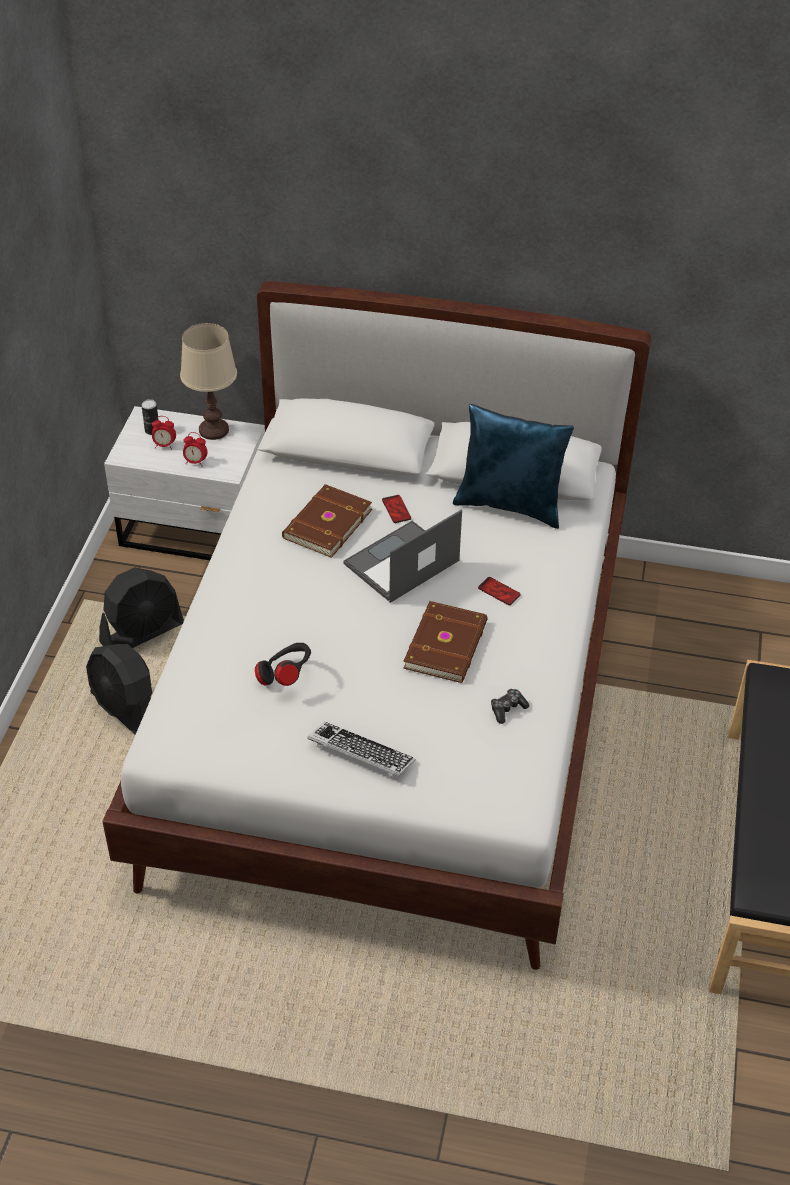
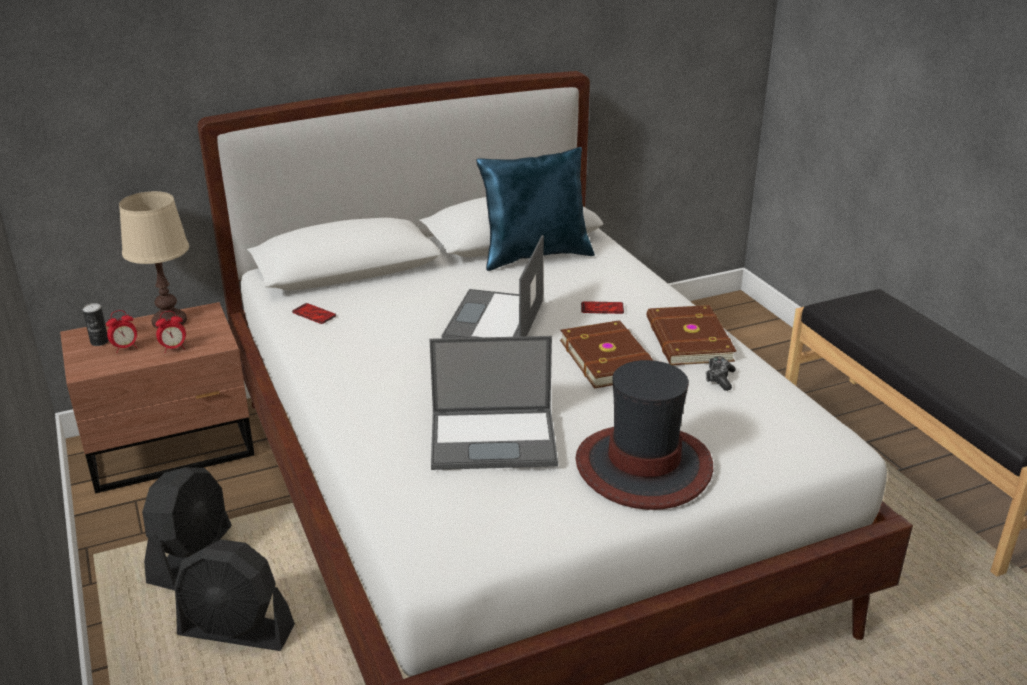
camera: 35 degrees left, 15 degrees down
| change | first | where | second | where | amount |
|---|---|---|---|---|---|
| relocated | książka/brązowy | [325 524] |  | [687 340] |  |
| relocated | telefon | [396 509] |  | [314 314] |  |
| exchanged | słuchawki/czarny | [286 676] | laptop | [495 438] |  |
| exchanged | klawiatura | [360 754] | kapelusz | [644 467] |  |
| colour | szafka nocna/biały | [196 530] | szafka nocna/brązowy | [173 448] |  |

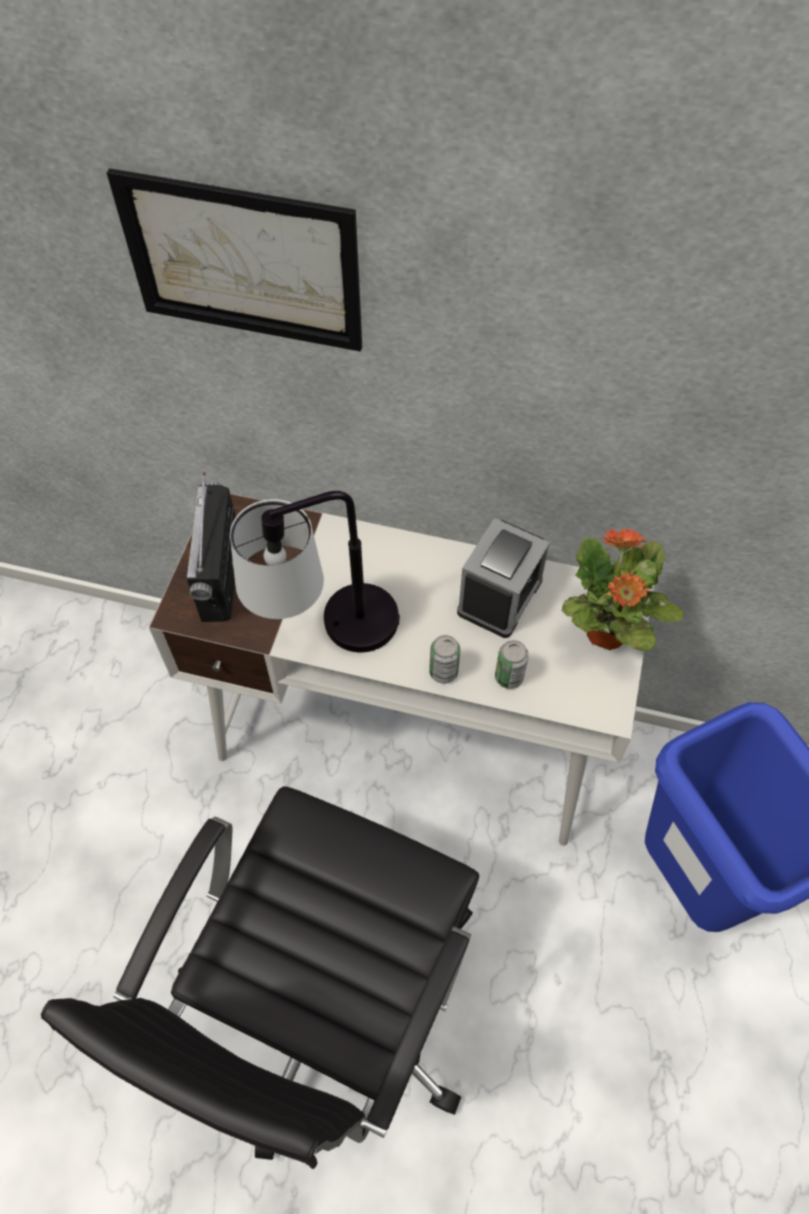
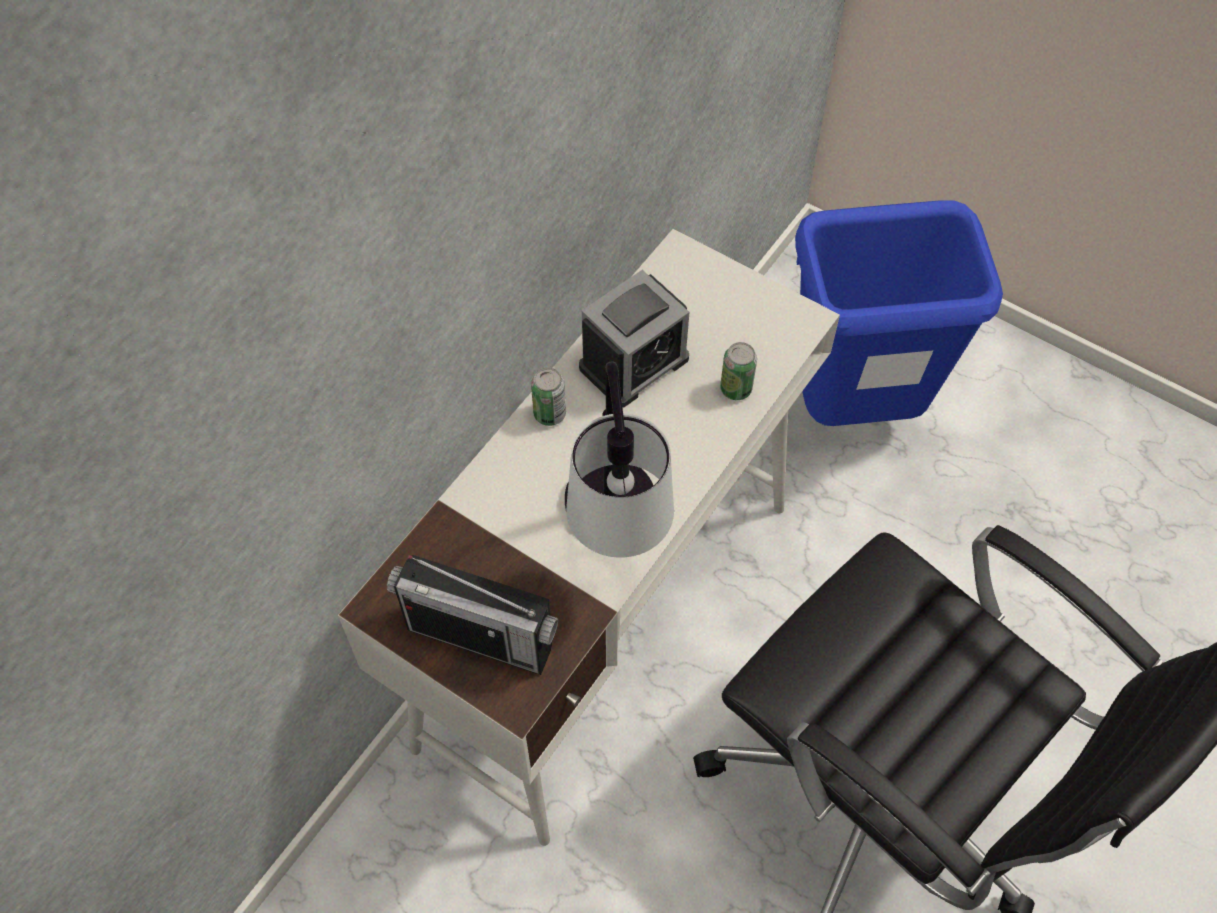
camera: 70 degrees left, 0 degrees up
| change | first | where | second | where | amount |
|---|---|---|---|---|---|
| missing | obraz | [243 262] |  |  |  |
| missing | roślina doniczkowa | [605 634] |  |  |  |
| relocated | puszka | [443 672] |  | [549 414] |  |
| spun | budzik | [499 596] |  | [634 363] | 90 degrees clockwise |

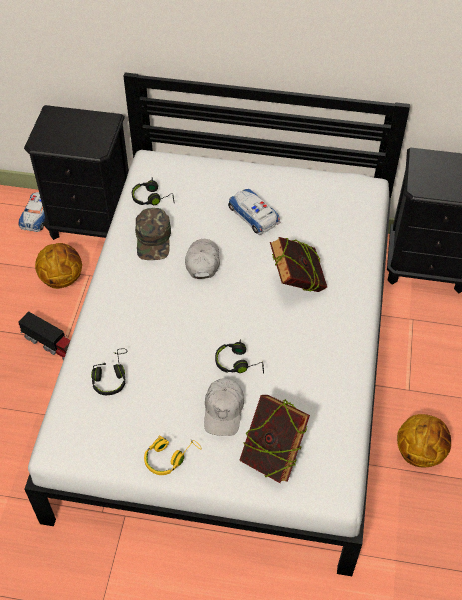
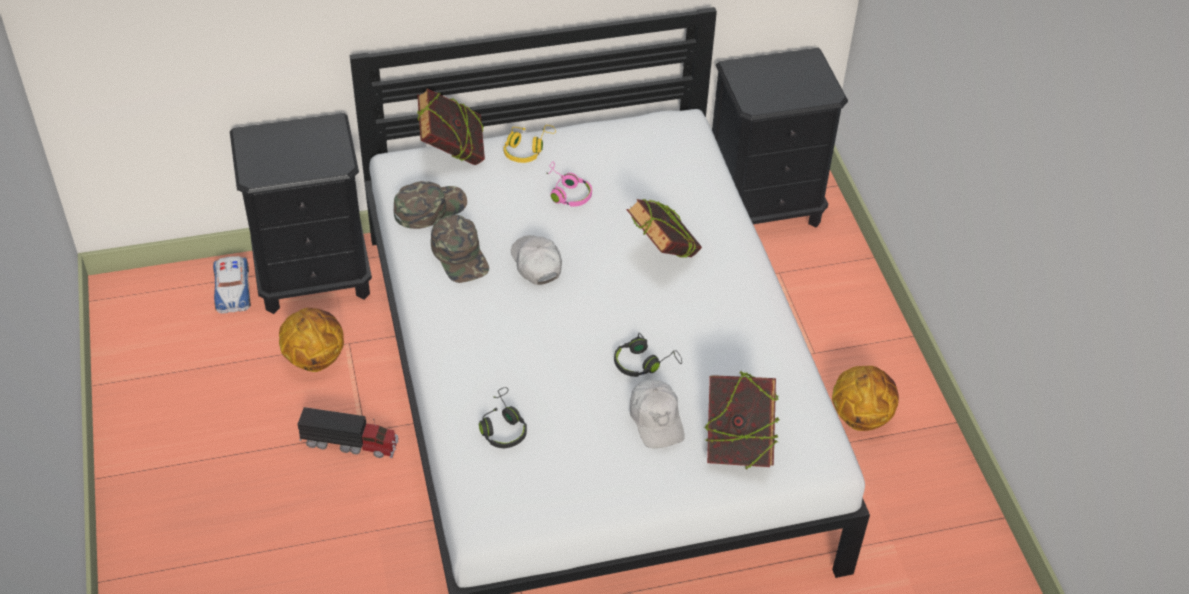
camera: 25 degrees left, 5 degrees down
| change | first | where | second | where | amount |
|---|---|---|---|---|---|
| appeared |  |  | książka | [452 154] |  |
| relocated | słuchawki/żółty | [170 457] |  | [527 149] |  |
| exchanged | słuchawki/czarny | [152 198] | czapka z daszkiem/zielony | [429 208] |  |
| exchanged | samochodzik | [253 215] | słuchawki/różowy | [566 192] |  |

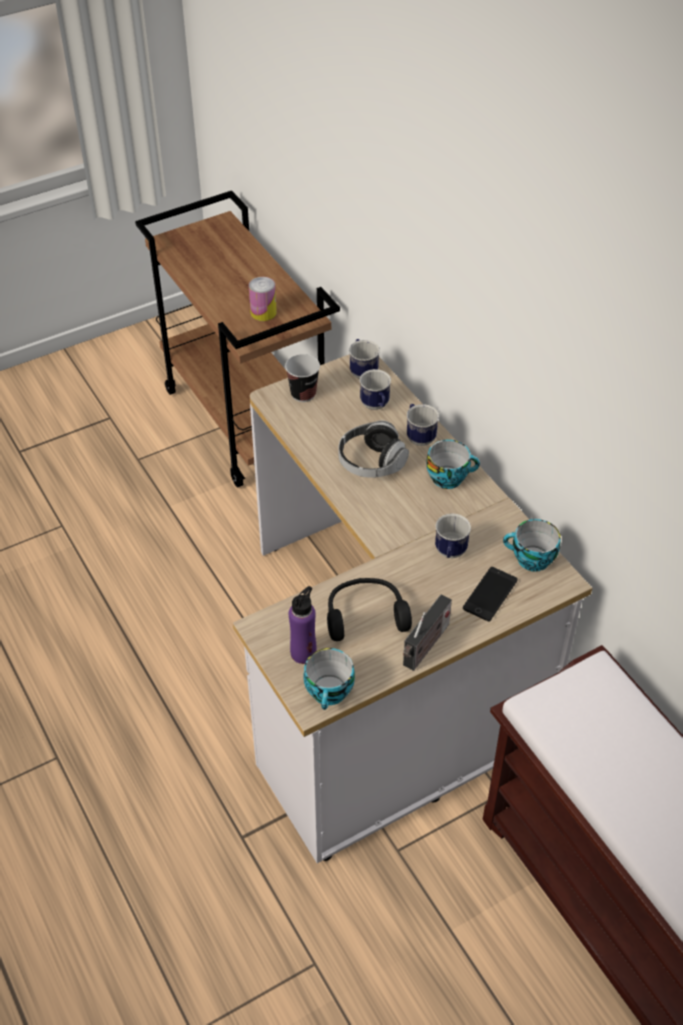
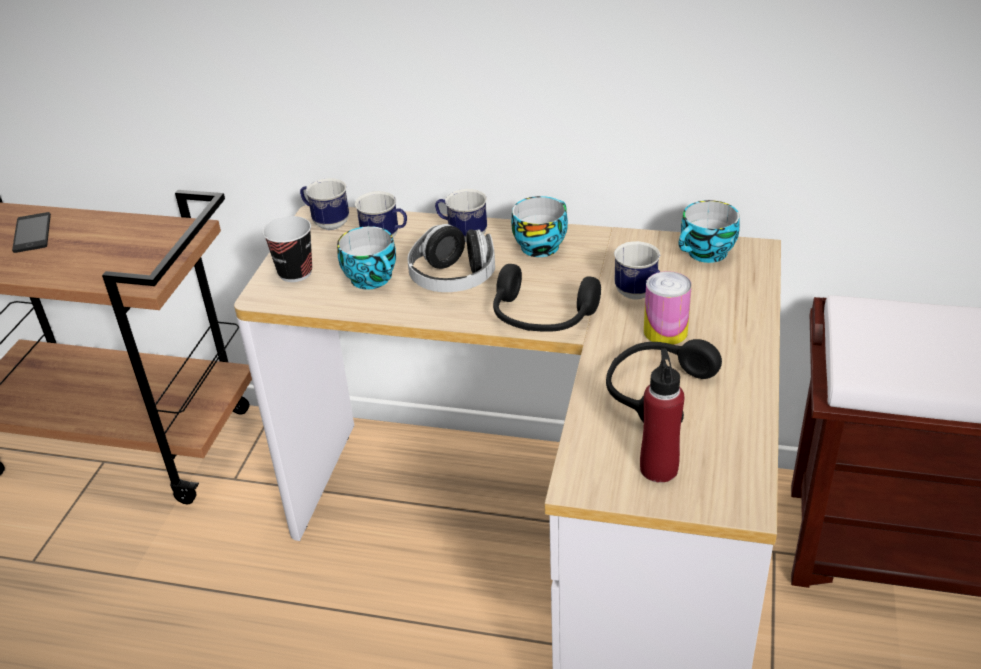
camera: 45 degrees left, 10 degrees down
| change | first | where | second | where | amount |
|---|---|---|---|---|---|
| missing | radio | [425 647] |  |  |  |
| appeared |  |  | słuchawki/czarny | [541 318] |  |
| relocated | puszka | [263 312] |  | [665 331] |  |
| relocated | filiżanka | [330 693] |  | [373 279] |  |
| relocated | telefon | [490 594] |  | [32 233] |  |
| colour | butelka/fioletowy | [303 653] | butelka/czerwony | [659 468] |  |

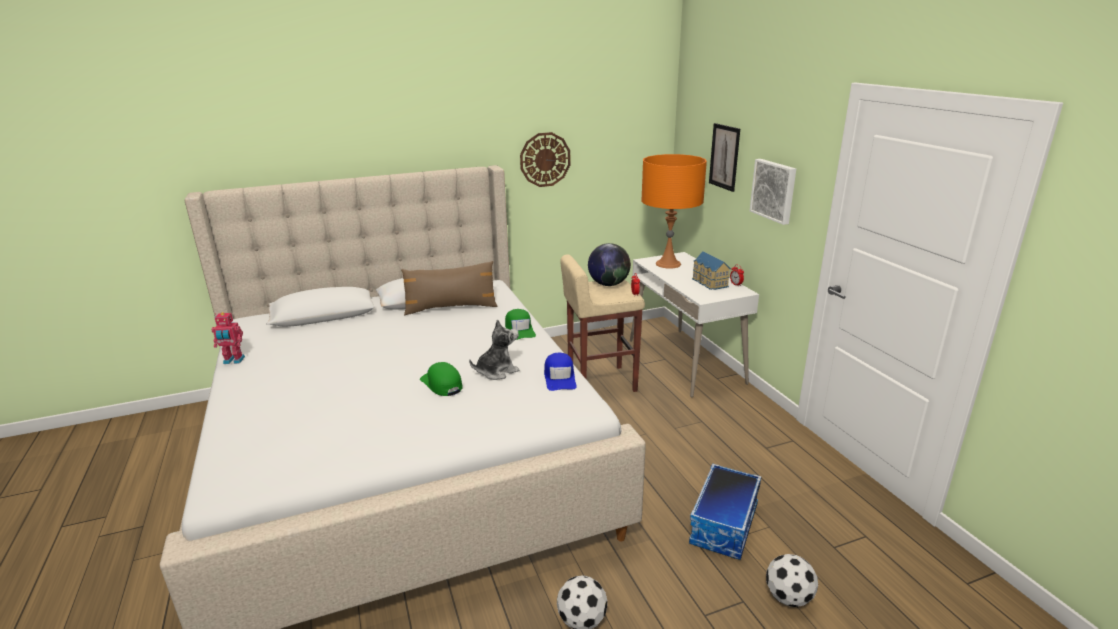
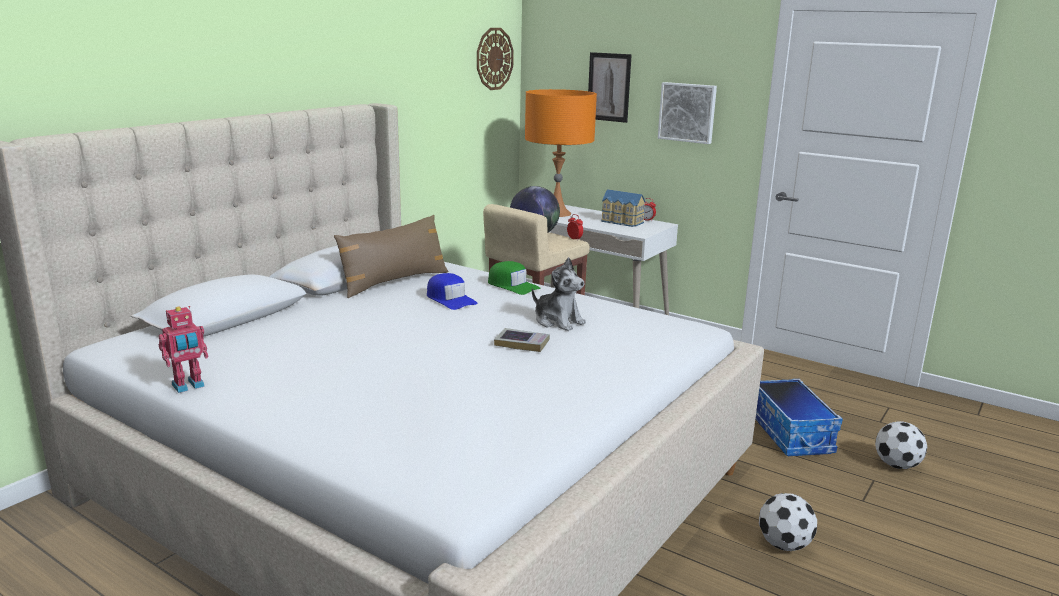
camera: 35 degrees left, 5 degrees down
| change | first | where | second | where | amount |
|---|---|---|---|---|---|
| relocated | zegar ścienny | [545 159] |  | [494 59] |  |
| relocated | czapka z daszkiem/niebieski | [560 377] |  | [450 299] |  |
| exchanged | czapka z daszkiem/zielony | [441 384] | książka | [522 343] |  |
| spun | pluszak | [496 371] |  | [558 321] | 105 degrees clockwise |

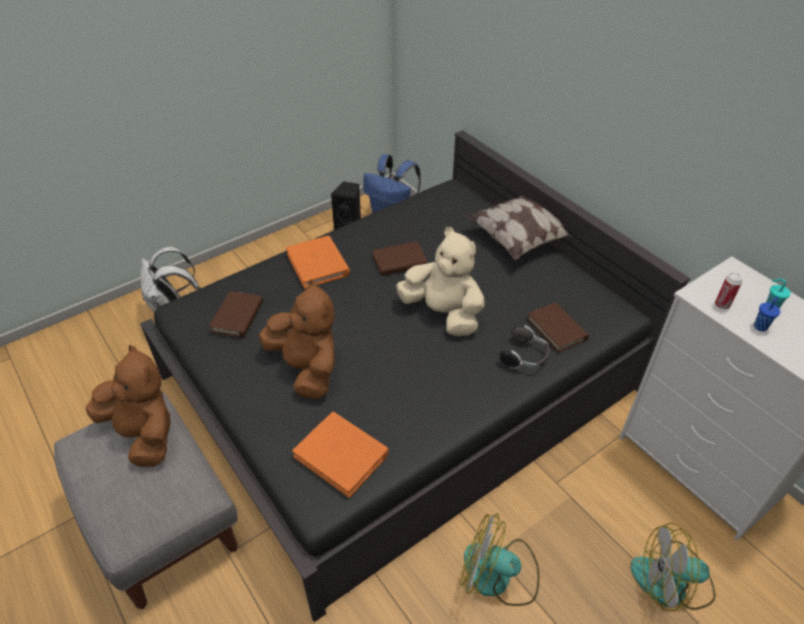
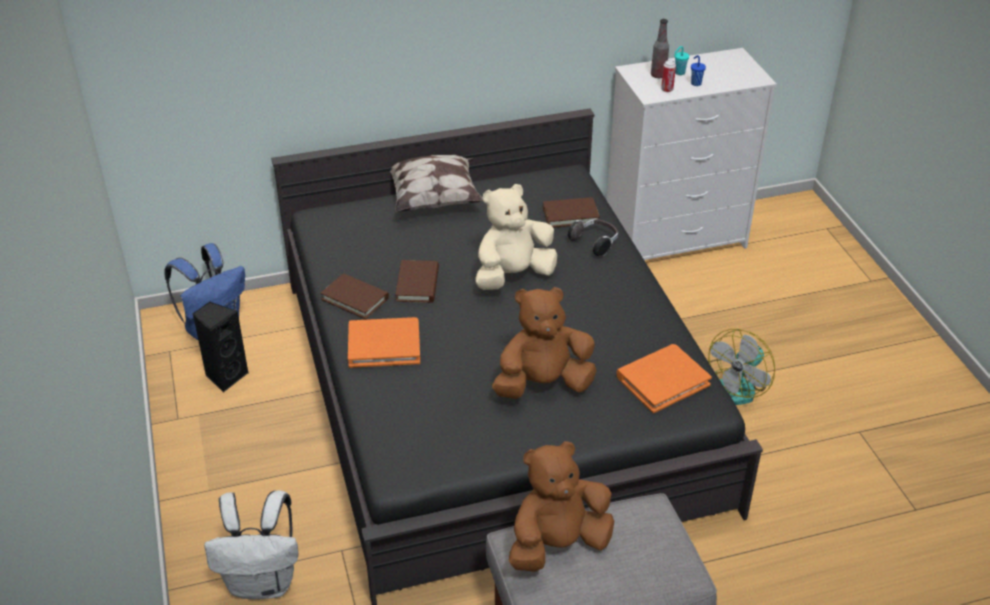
camera: 70 degrees left, 5 degrees down
| change | first | where | second | where | amount |
|---|---|---|---|---|---|
| missing | wentylator | [672 582] |  |  |  |
| appeared |  |  | butelka | [658 75] |  |
| relocated | książka/brązowy | [237 316] |  | [355 299] |  |

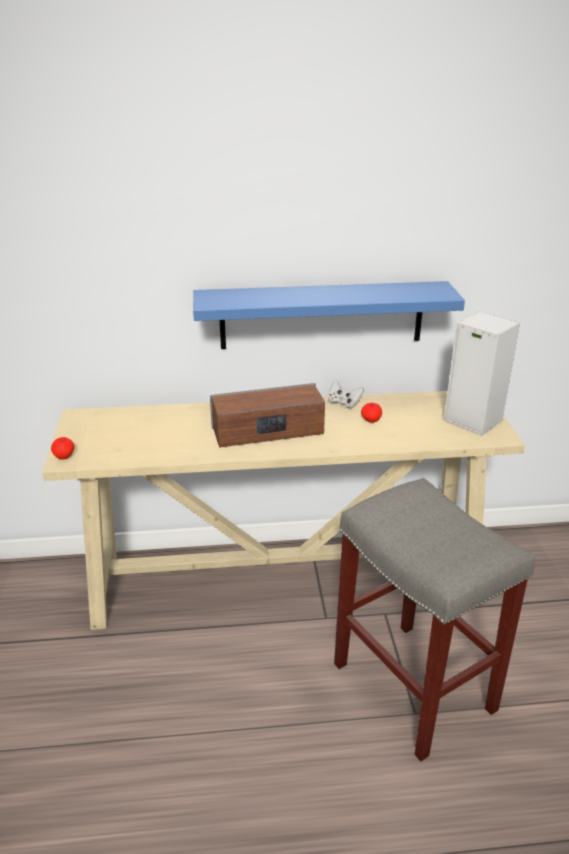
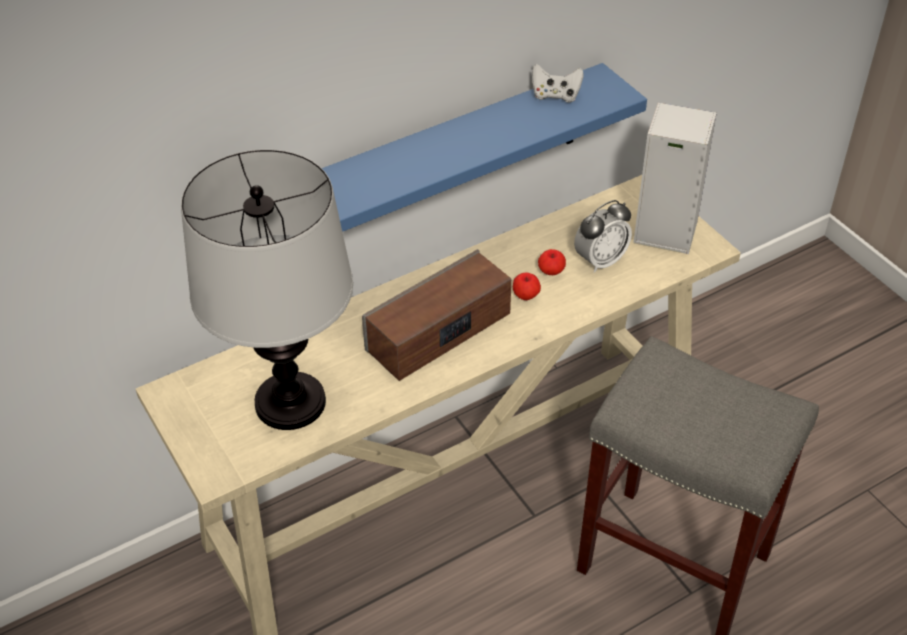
camera: 25 degrees left, 15 degrees up
| change | first | where | second | where | amount |
|---|---|---|---|---|---|
| appeared |  |  | lampa stołowa | [291 402] |  |
| appeared |  |  | budzik | [600 261] |  |
| relocated | jabłko | [64 457] |  | [526 296] |  |
| relocated | pad do gier/biały | [344 403] |  | [555 95] |  |

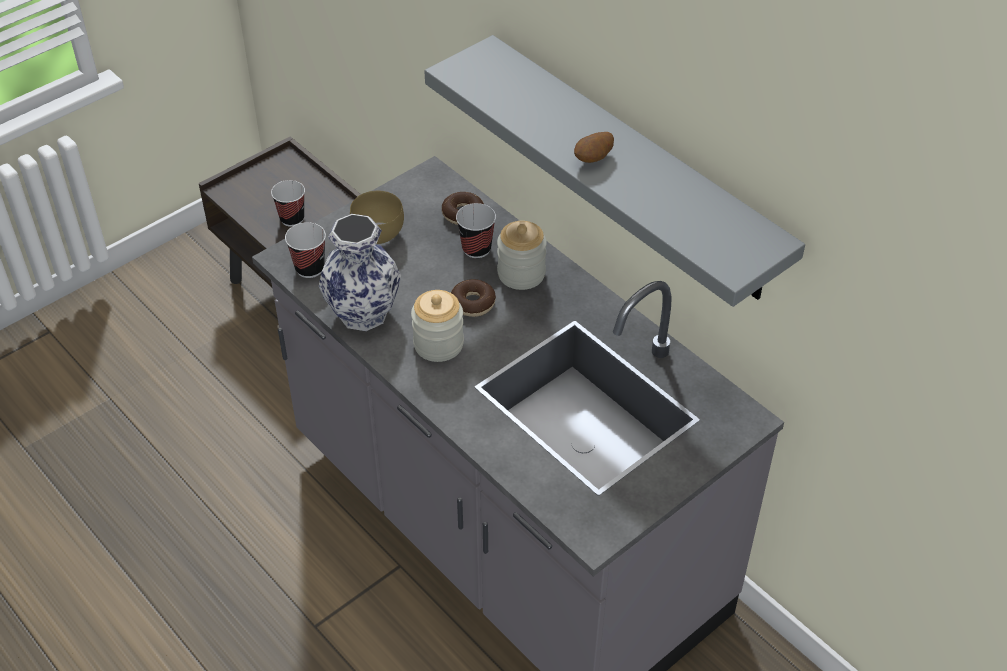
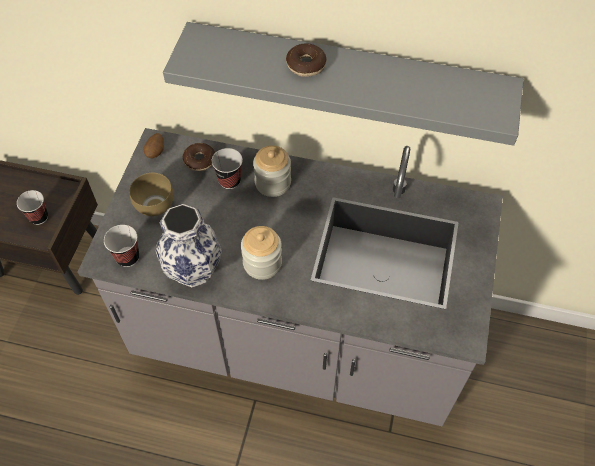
camera: 35 degrees left, 10 degrees up
| change | first | where | second | where | amount |
|---|---|---|---|---|---|
| relocated | donut | [473 303] |  | [306 65] |  |
| relocated | ziemniak | [593 159] |  | [156 152] |  |

